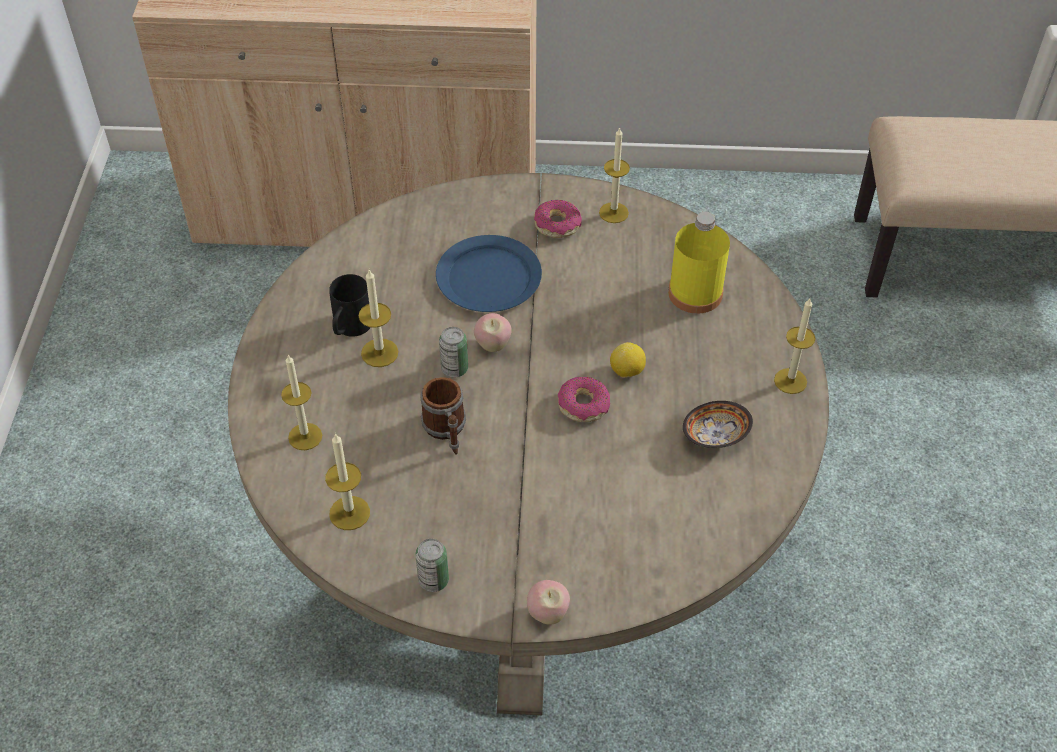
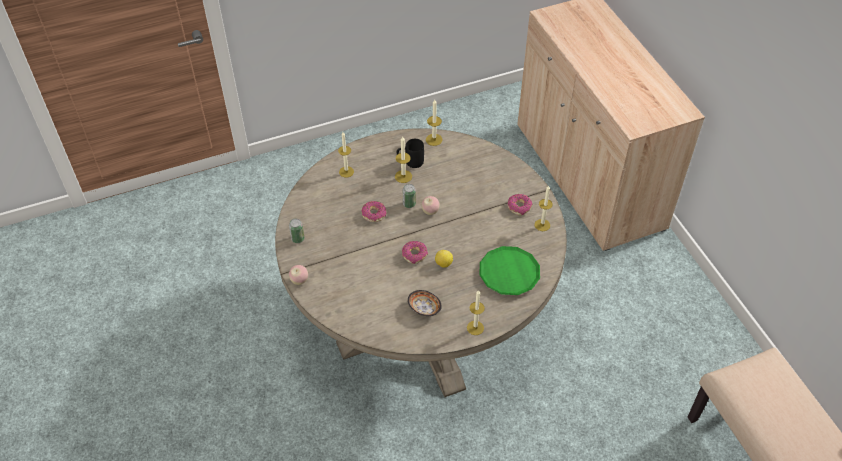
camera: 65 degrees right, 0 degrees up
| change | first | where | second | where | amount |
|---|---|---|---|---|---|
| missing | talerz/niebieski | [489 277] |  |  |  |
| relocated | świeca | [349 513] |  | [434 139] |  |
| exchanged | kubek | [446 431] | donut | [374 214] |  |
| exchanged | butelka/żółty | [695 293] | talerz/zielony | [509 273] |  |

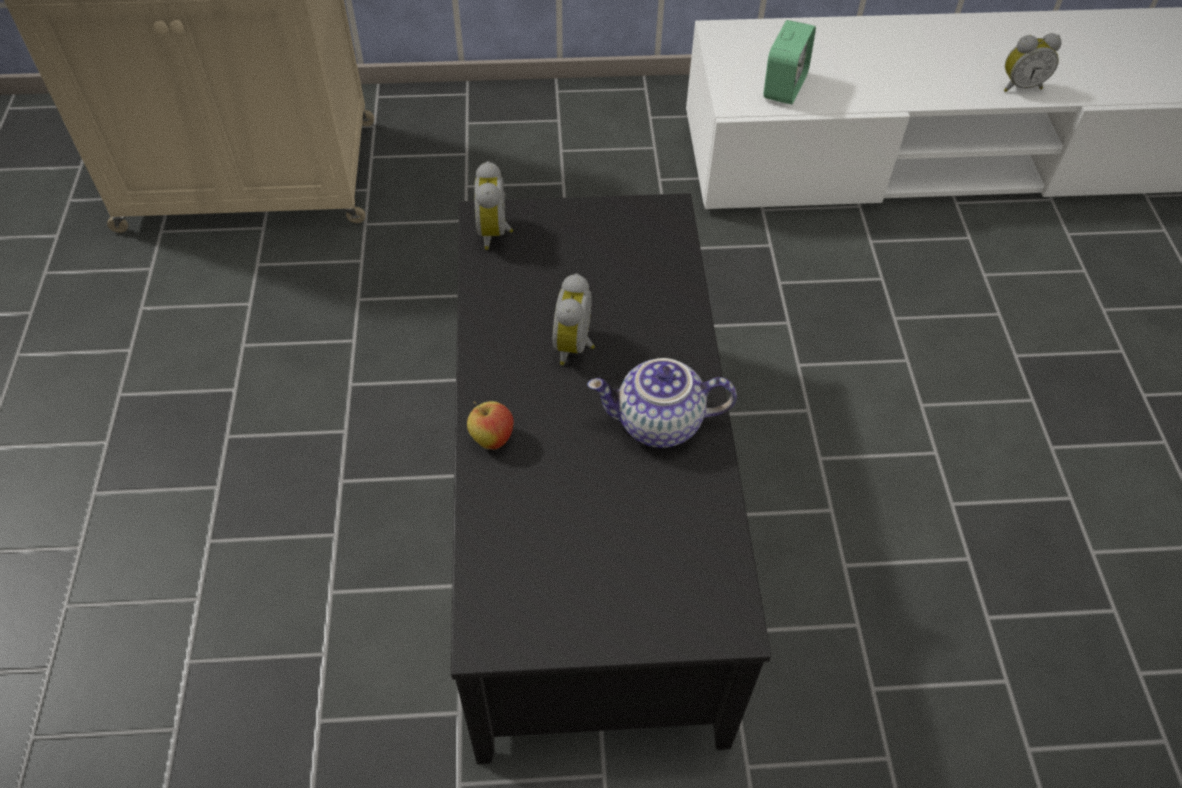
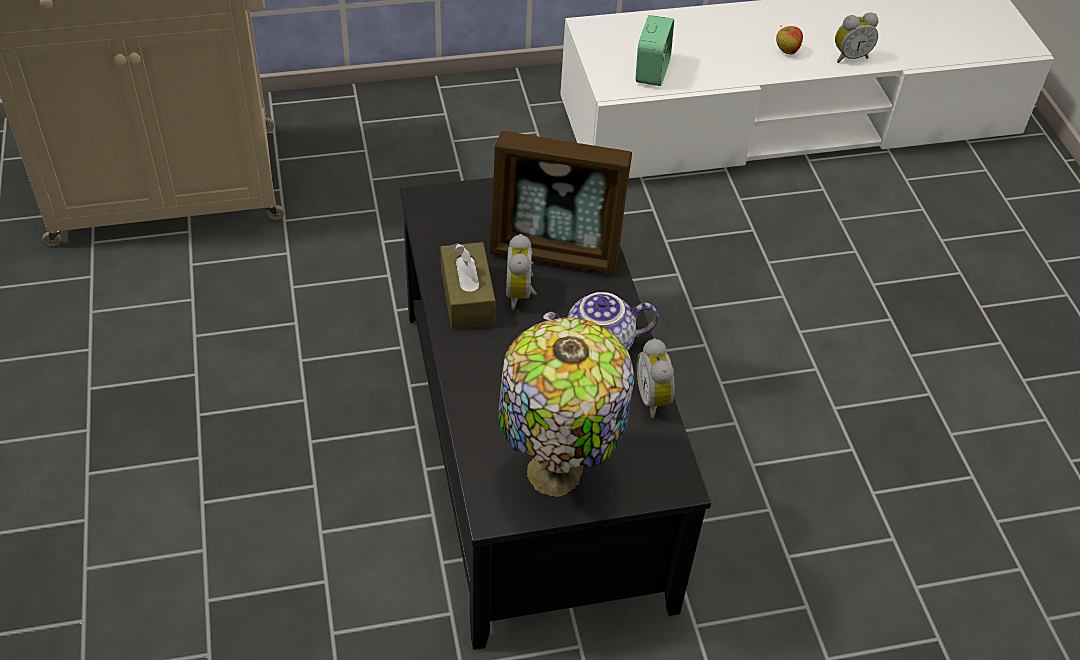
camera: 10 degrees left, 5 degrees down
| change | first | where | second | where | amount |
|---|---|---|---|---|---|
| appeared |  |  | pudełko chusteczek/brązowy | [467 297] |  |
| appeared |  |  | ramka na zdjęcie | [556 251] |  |
| appeared |  |  | lampa stołowa | [556 476] |  |
| relocated | jabłko | [491 438] |  | [786 51] |  |
| relocated | budzik | [496 232] |  | [655 399] |  |

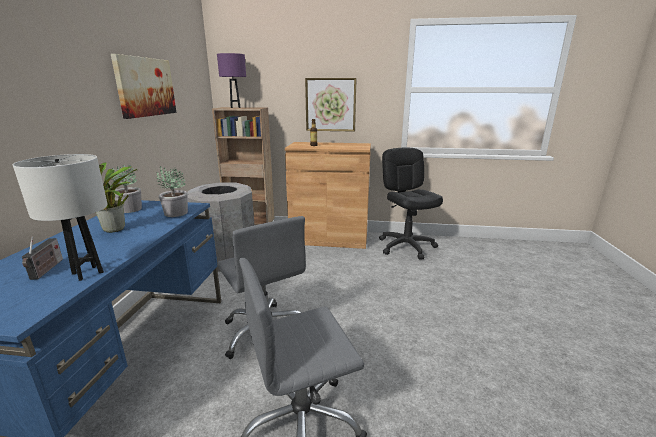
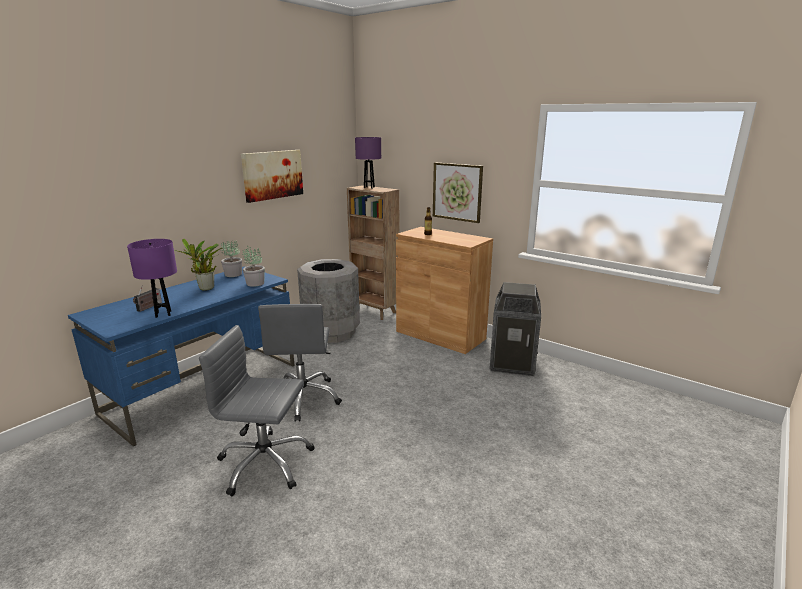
camera: 30 degrees right, 0 degrees up
| change | first | where | second | where | amount |
|---|---|---|---|---|---|
| exchanged | krzesło biurowe/czarny | [406 246] | kosz na śmieci | [512 363] |  |
| colour | lampa stołowa/biały | [88 273] | lampa stołowa/fioletowy | [163 314] |  |

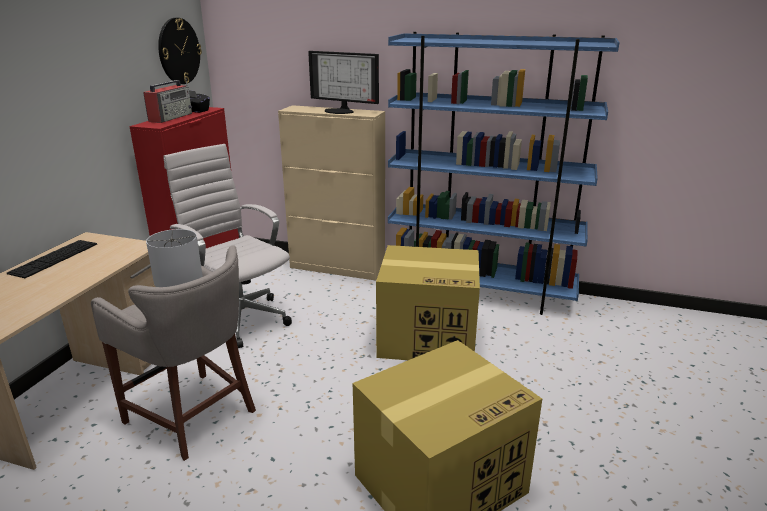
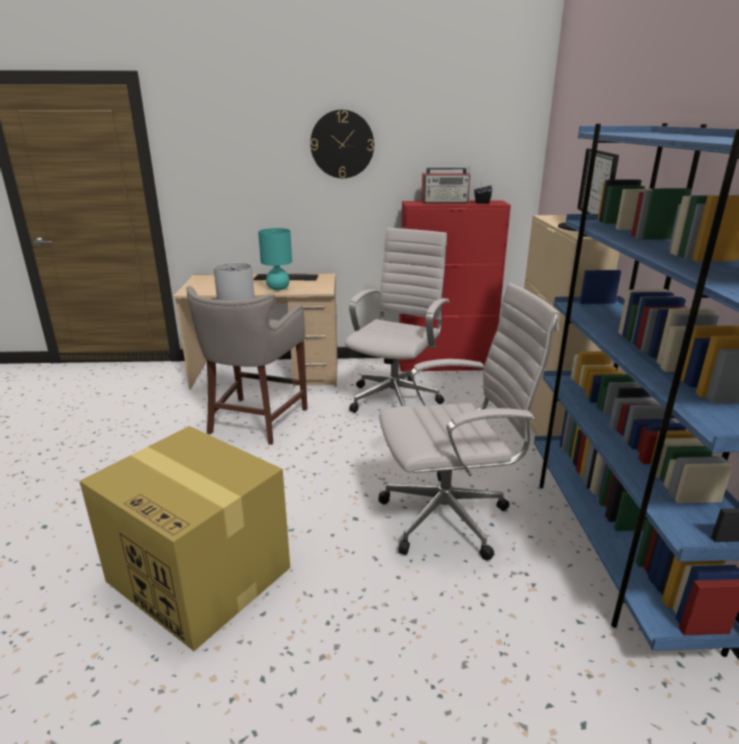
camera: 70 degrees right, 0 degrees up
| change | first | where | second | where | amount |
|---|---|---|---|---|---|
| appeared |  |  | lampa stołowa/turkusowy | [278 288] |  |
| relocated | zegar ścienny | [179 51] |  | [342 144] |  |
| exchanged | karton | [428 338] | krzesło biurowe/biały | [450 517] |  |

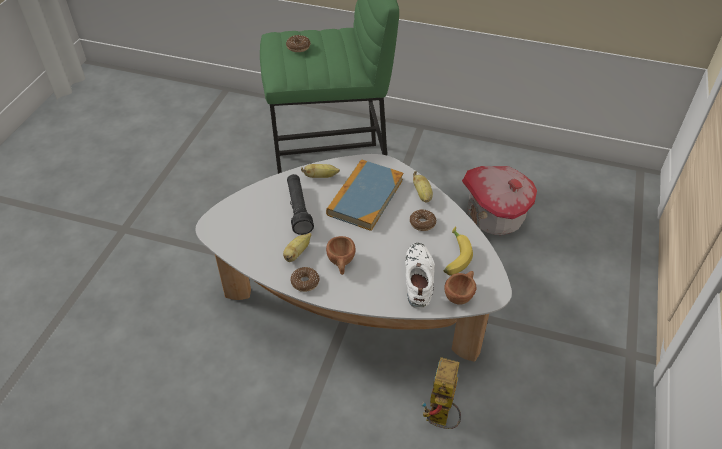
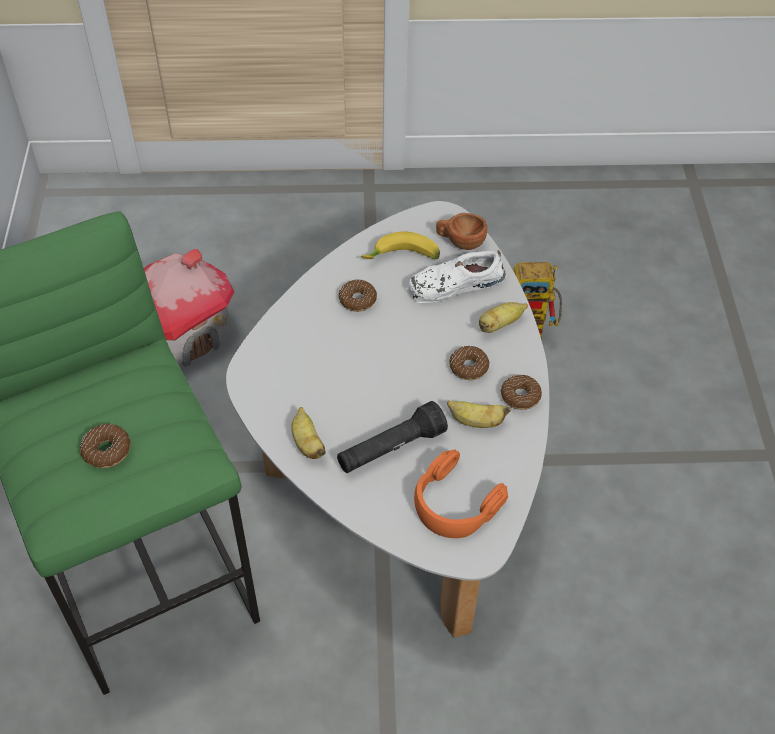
camera: 110 degrees left, 5 degrees up
| change | first | where | second | where | amount |
|---|---|---|---|---|---|
| missing | książka | [365 197] |  |  |  |
| appeared |  |  | słuchawki/pomarańczowy | [454 503] |  |
| relocated | banan | [422 195] |  | [500 324] |  |
| exchanged | filiżanka/brązowy | [341 263] | donut | [468 367] |  |

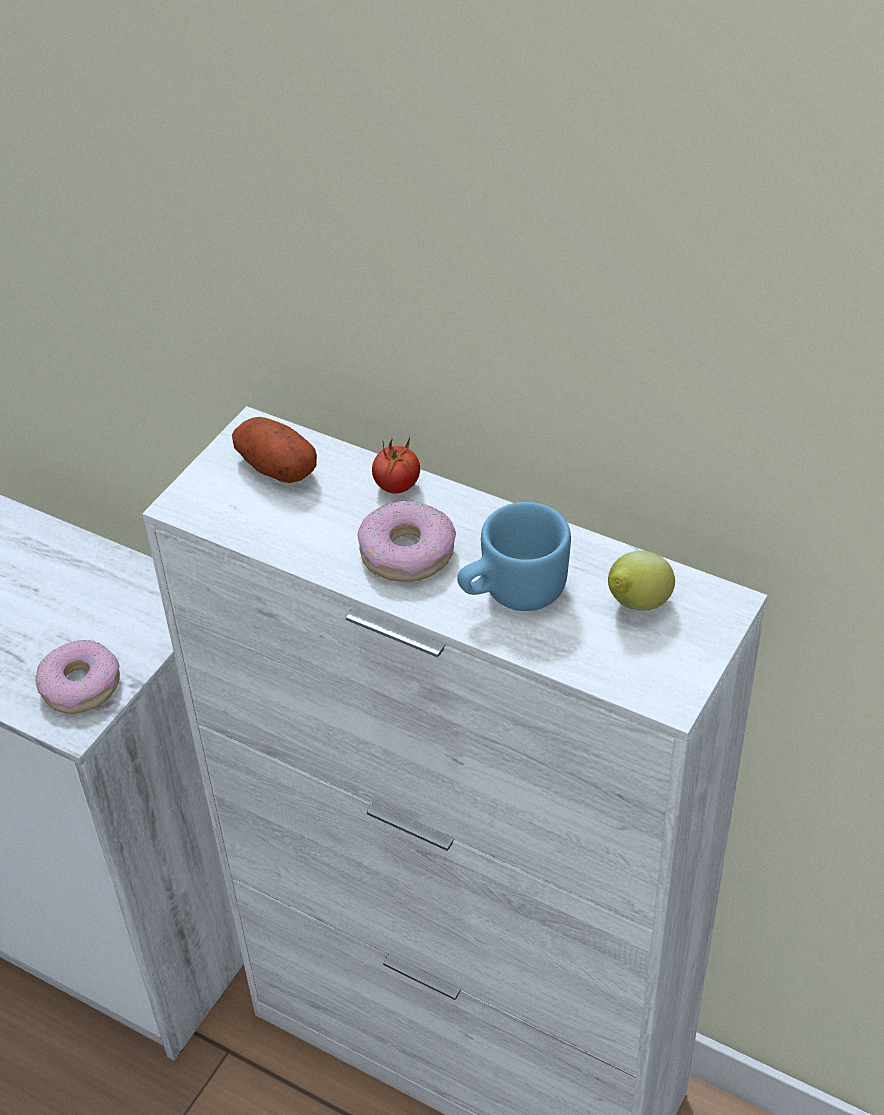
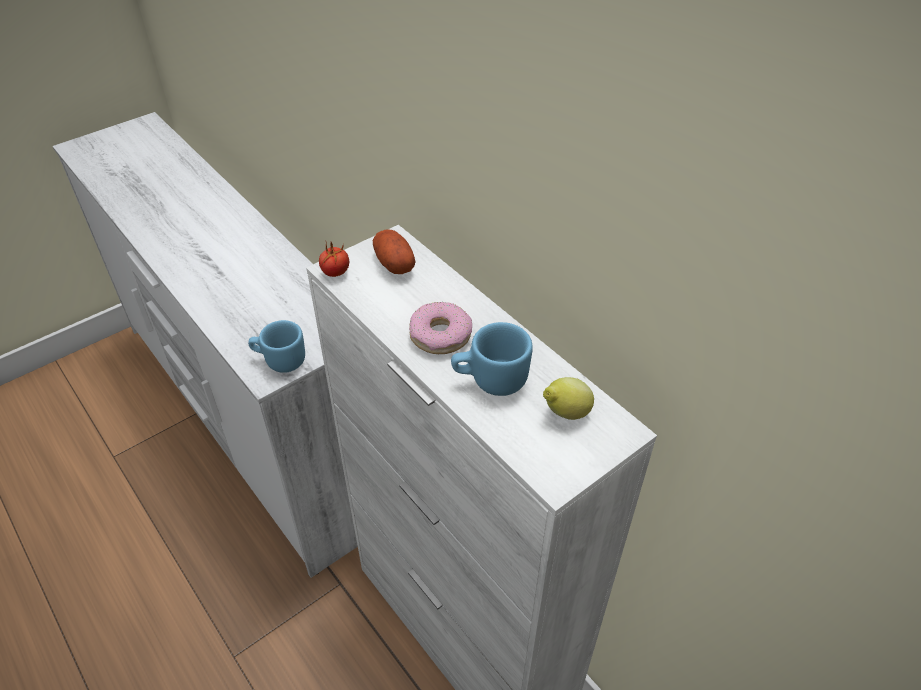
camera: 20 degrees right, 0 degrees up
| change | first | where | second | where | amount |
|---|---|---|---|---|---|
| relocated | pomidor | [397 486] |  | [335 273] |  |
| exchanged | donut | [80 686] | kubek/niebieski | [280 360] |  |

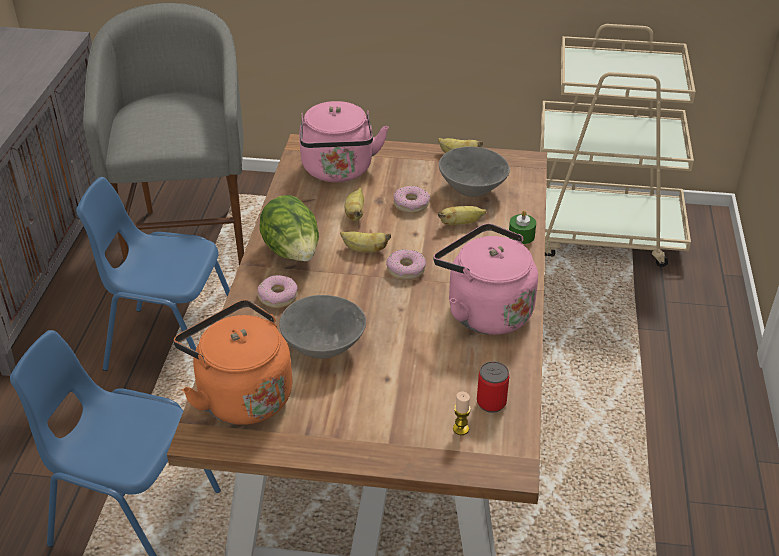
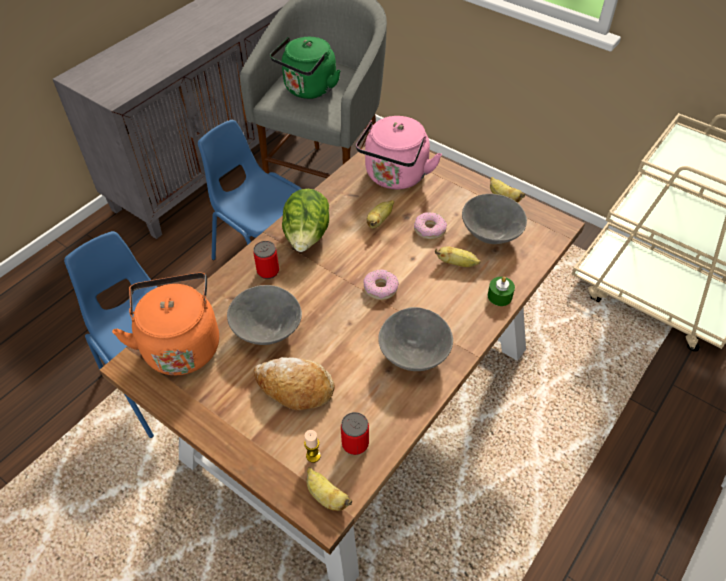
camera: 30 degrees right, 10 degrees up
| change | first | where | second | where | amount |
|---|---|---|---|---|---|
| appeared |  |  | chleb | [294 388] |  |
| appeared |  |  | czajnik/zielony | [308 90] |  |
| relocated | banan | [364 250] |  | [326 496] |  |
| exchanged | donut | [277 296] | puszka | [268 271] |  |
| exchanged | czajnik/różowy | [484 310] | miska/szary | [414 354] |  |

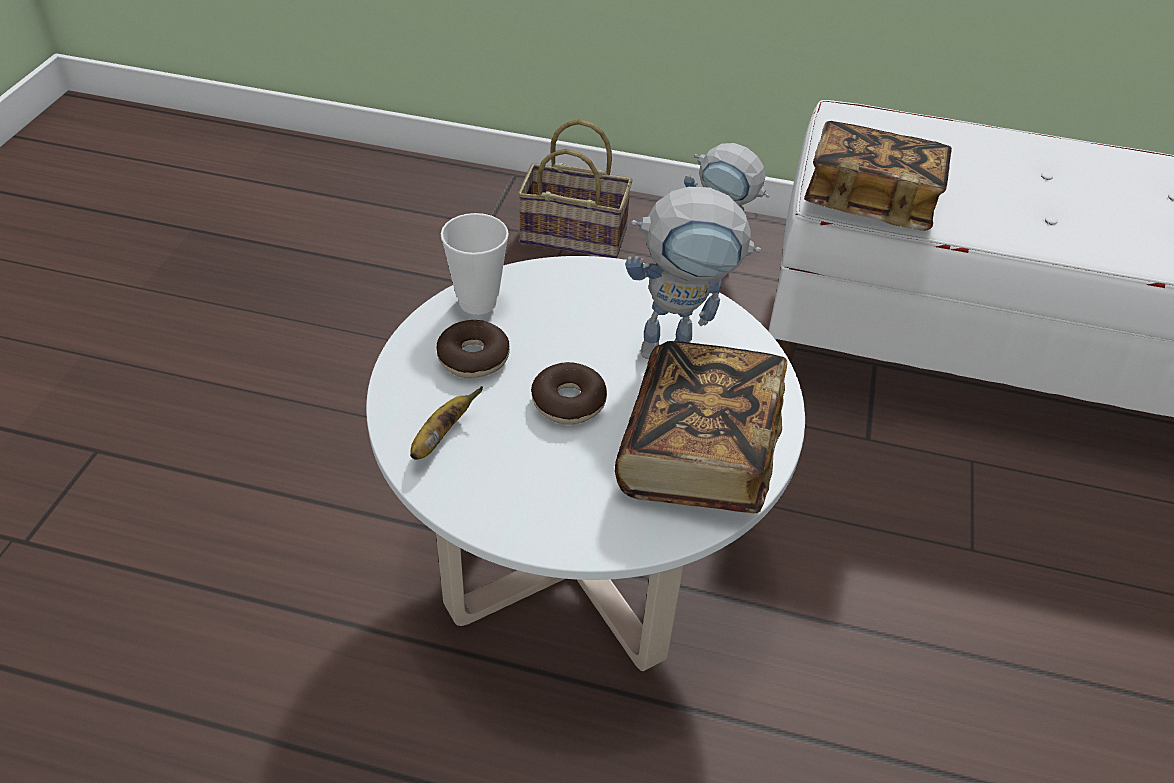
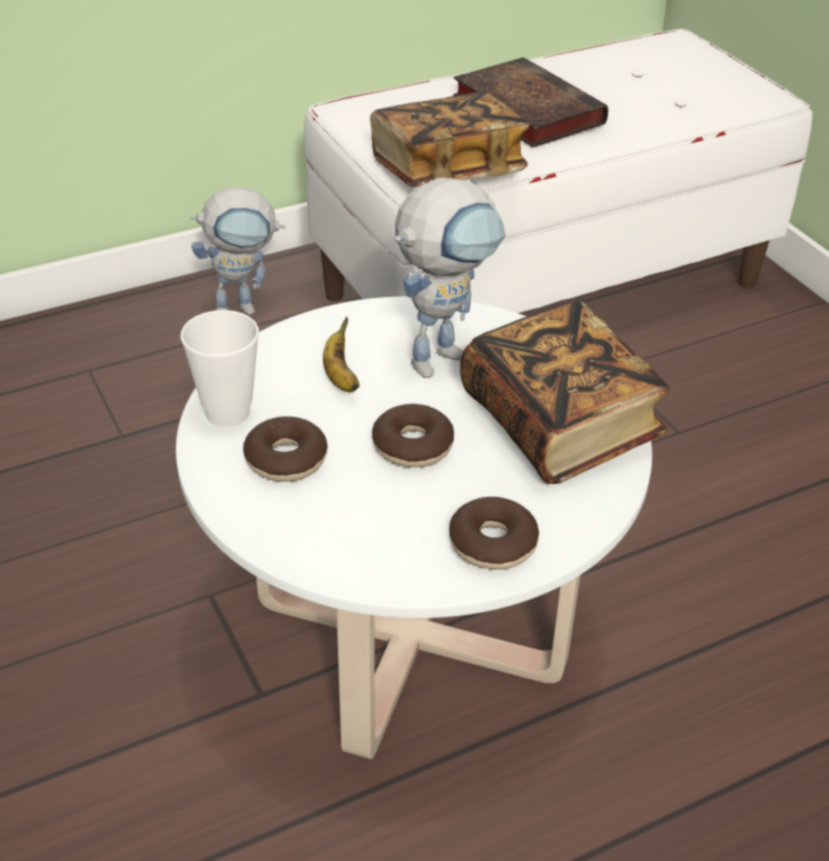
camera: 40 degrees left, 5 degrees down
| change | first | where | second | where | amount |
|---|---|---|---|---|---|
| missing | koszyk | [577 234] |  |  |  |
| appeared |  |  | donut | [492 544] |  |
| appeared |  |  | książka | [524 110] |  |
| relocated | banan | [440 437] |  | [340 376] |  |

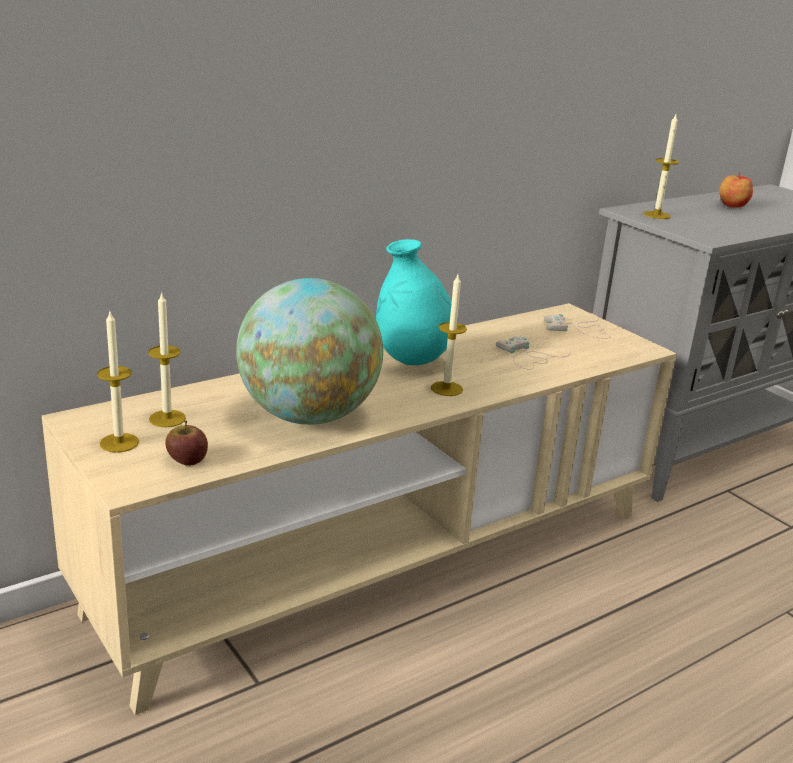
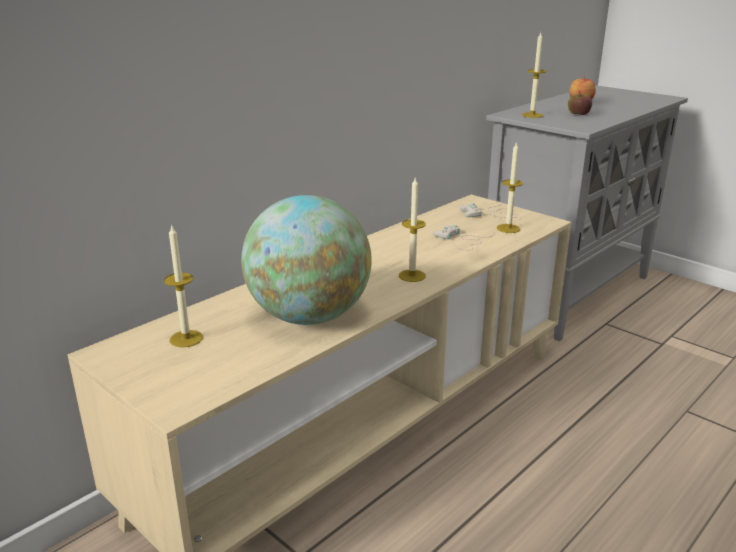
camera: 10 degrees left, 0 degrees up
| change | first | where | second | where | amount |
|---|---|---|---|---|---|
| missing | wazon/turkusowy | [412 360] |  |  |  |
| relocated | świeca | [119 443] |  | [508 228] |  |
| relocated | jabłko | [187 460] |  | [578 114] |  |

